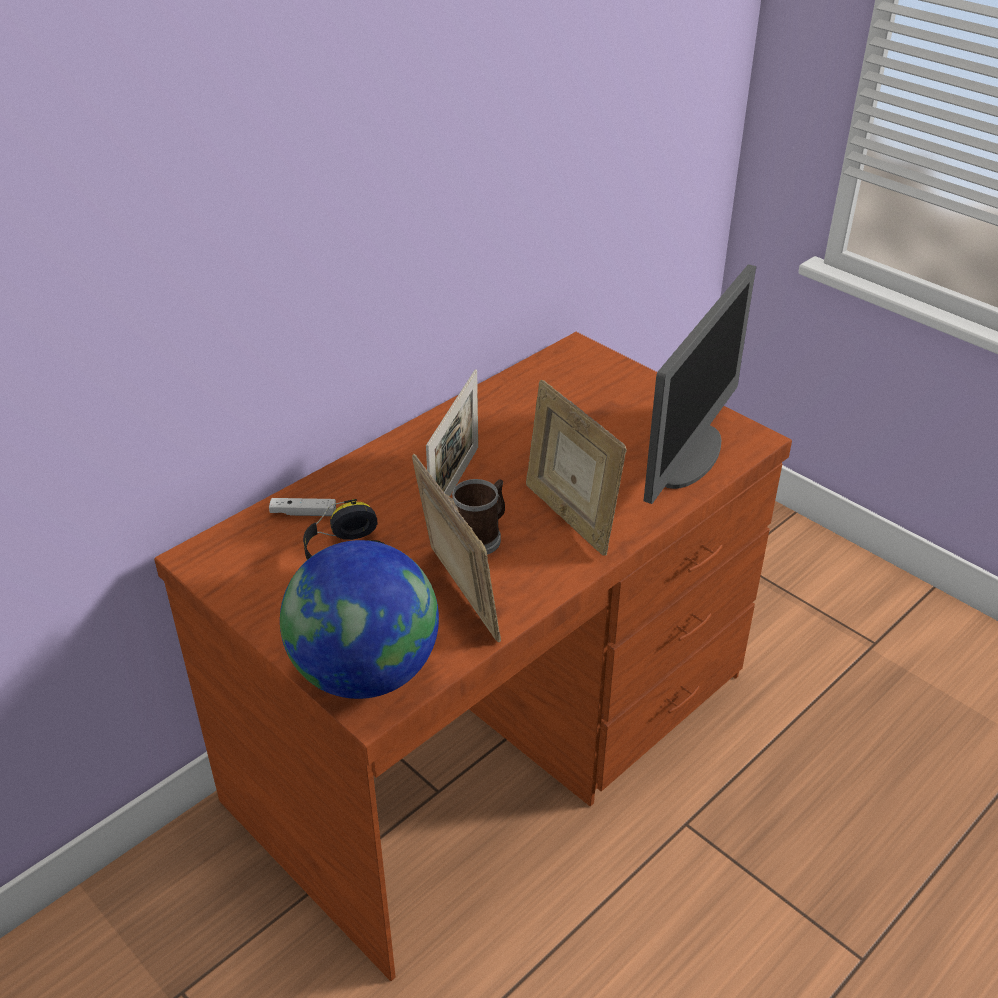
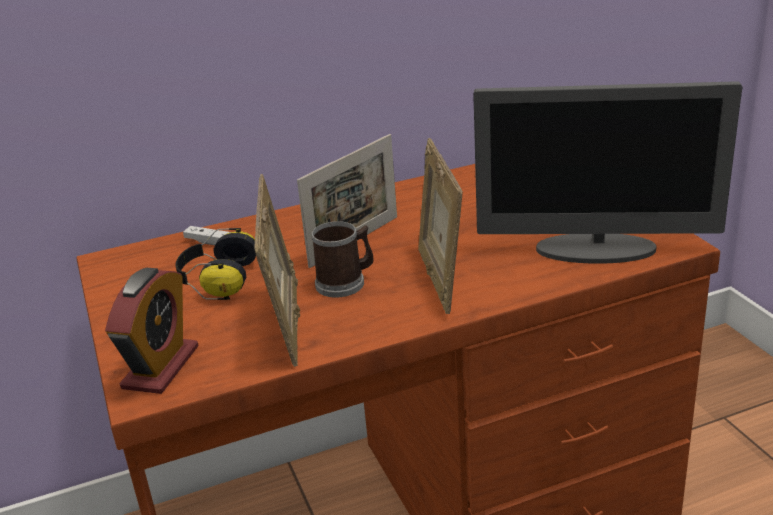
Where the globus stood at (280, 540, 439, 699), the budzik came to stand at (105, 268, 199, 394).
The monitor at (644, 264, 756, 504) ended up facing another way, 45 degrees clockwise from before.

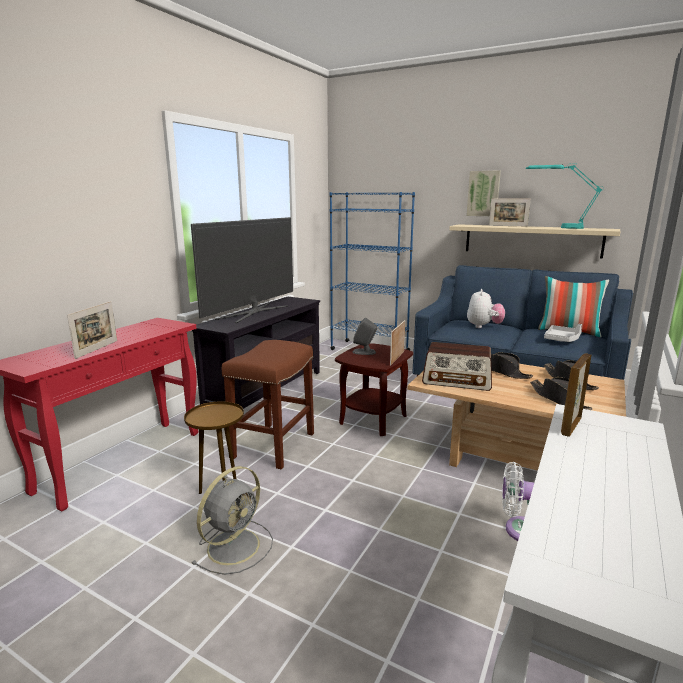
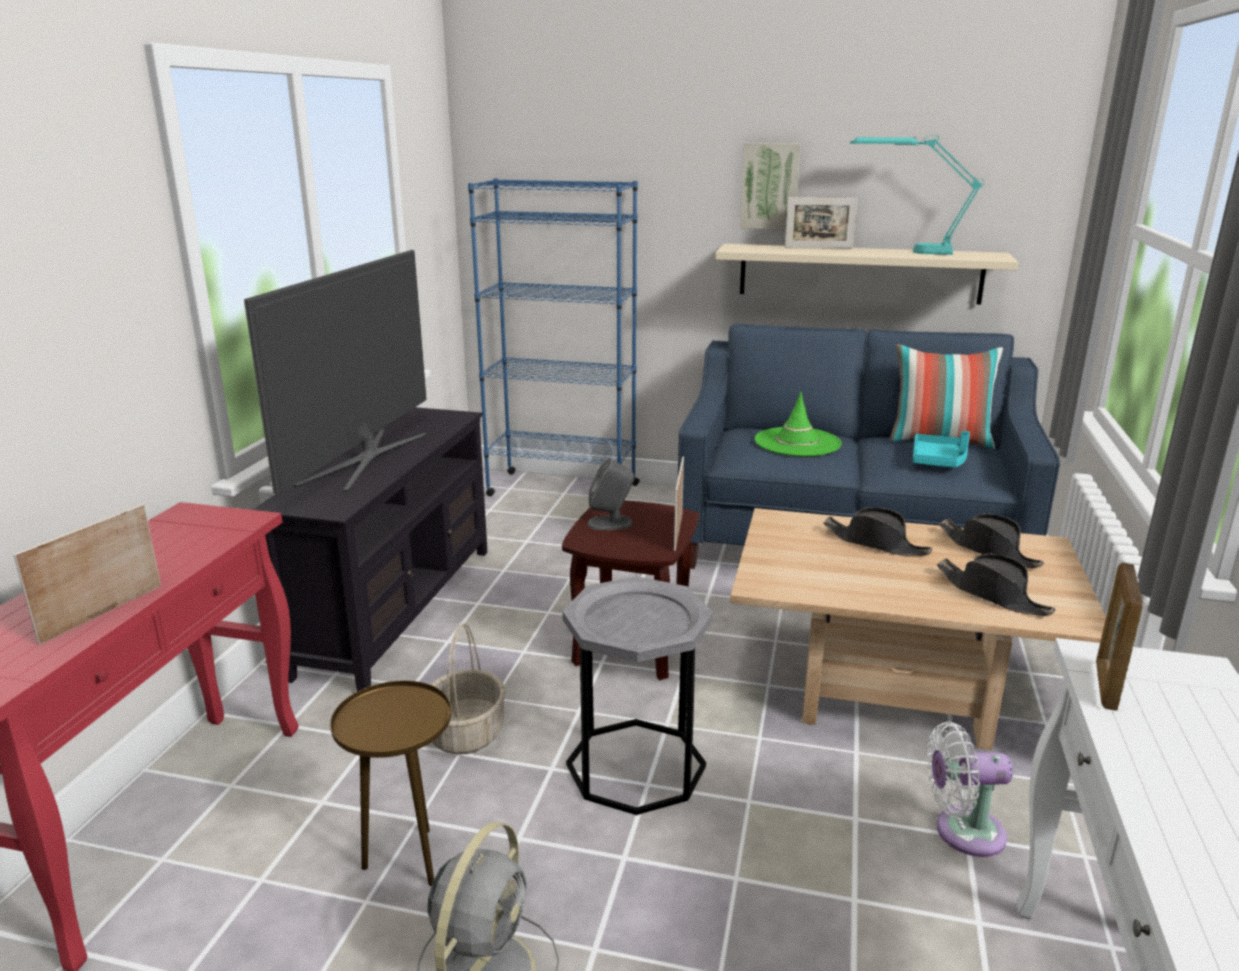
The ramka na zdjęcie at (67, 301, 117, 359) ended up facing another way, 150 degrees counterclockwise from before.
Where the stołek/brązowy stood at (222, 340, 314, 469), the koszyk came to stand at (430, 623, 505, 755).
The second view gained the stolik/szary at (562, 576, 713, 815).
Where the pluszak stood at (467, 289, 505, 328), the kapelusz/zielony came to stand at (755, 392, 841, 456).
What was the taca/szary at (544, 324, 582, 342) turned into the taca/turkusowy at (913, 431, 970, 467).
The second view lost the radio at (422, 342, 492, 391).

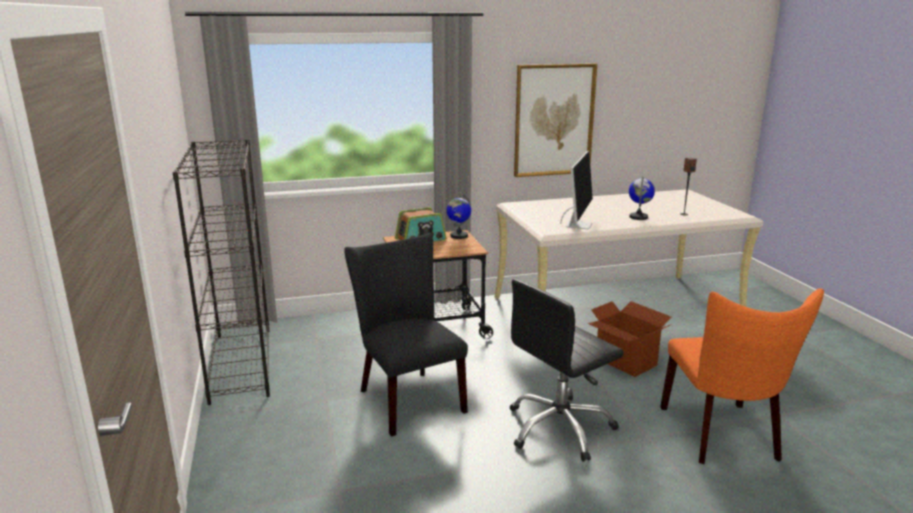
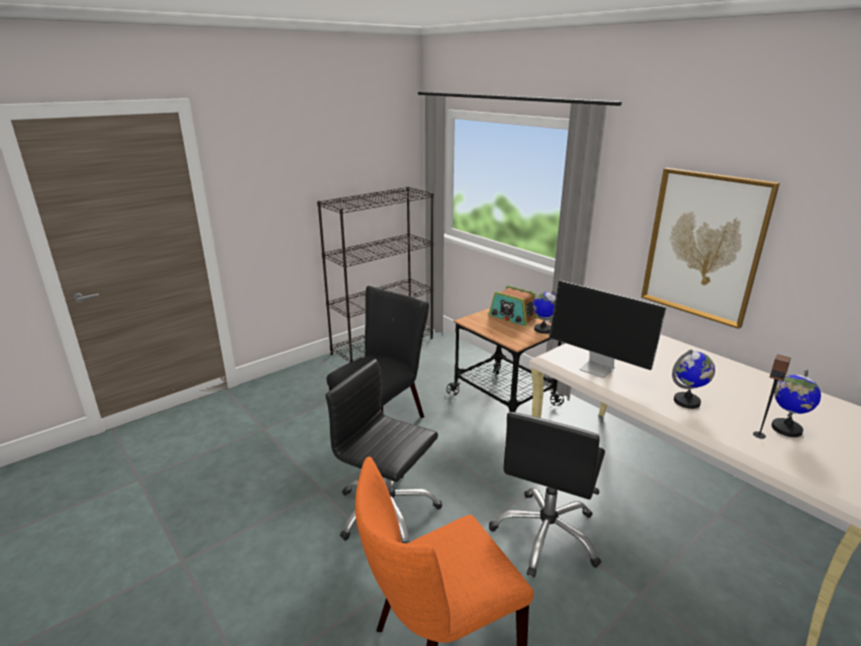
Where the karton stood at (588, 301, 672, 377), the krzesło biurowe/czarny came to stand at (489, 412, 605, 577).
The monitor at (560, 151, 593, 229) ended up facing another way, 45 degrees clockwise from before.
The second view gained the globus at (771, 370, 821, 437).

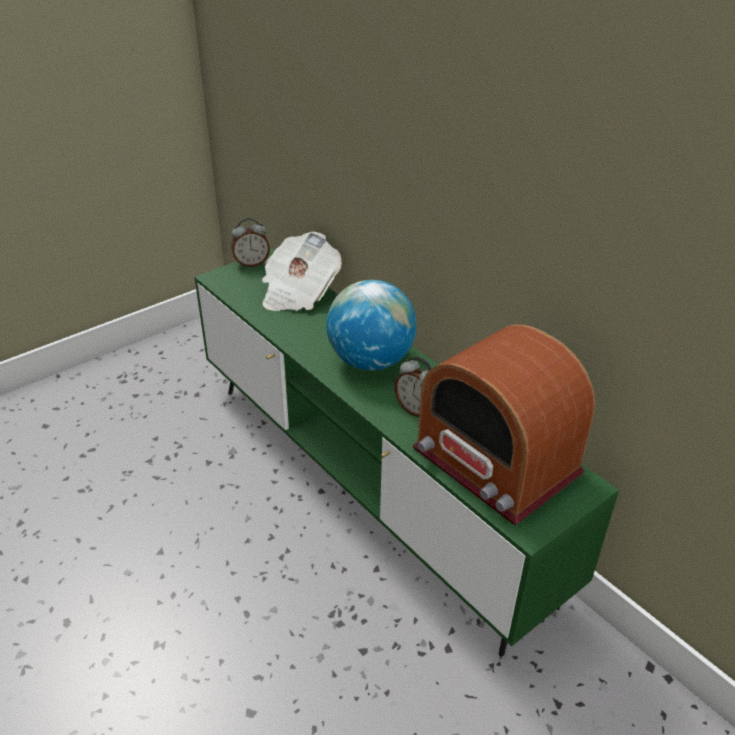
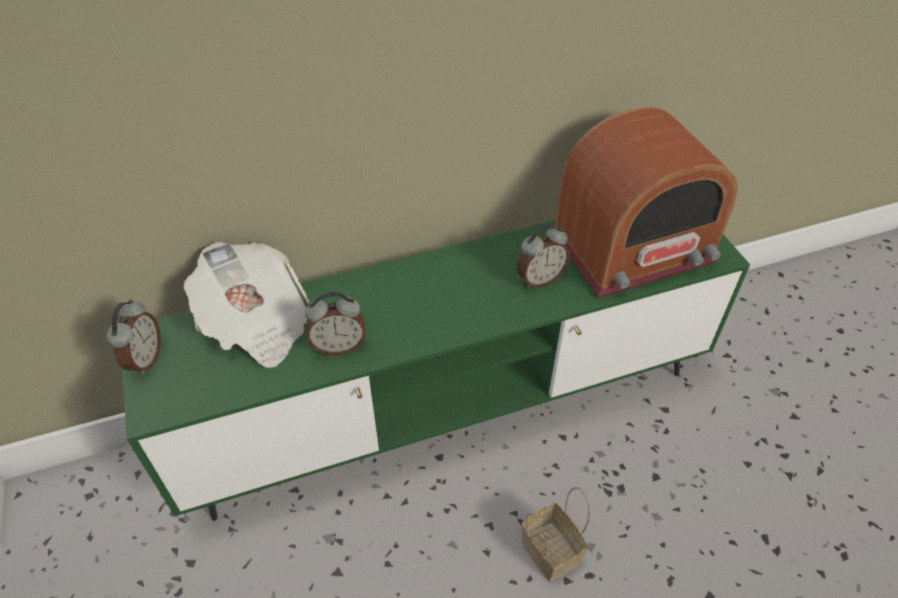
The second view gained the budzik at (305, 292, 366, 355).
The second view gained the koszyk at (521, 487, 590, 582).
The second view lost the globus at (326, 280, 417, 371).

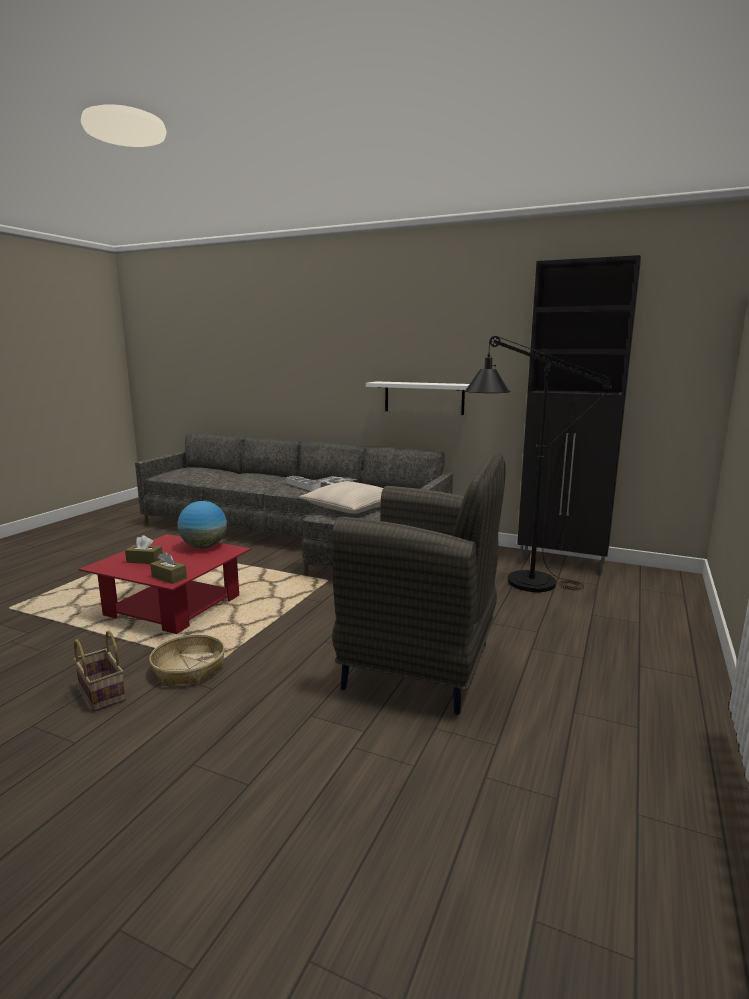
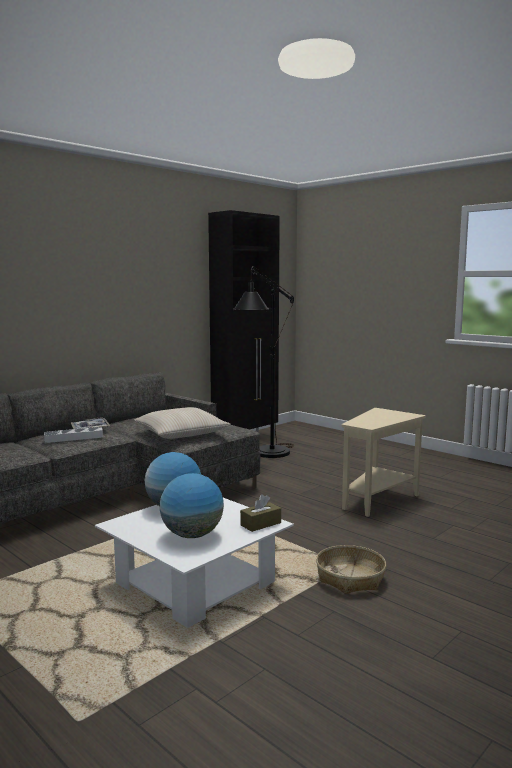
What was the ława/czerwony at (79, 534, 251, 634) turned into the ława/biały at (95, 498, 294, 628).
Where the pudełko chusteczek/brązowy stood at (125, 535, 162, 564), the globus came to stand at (160, 473, 224, 538).
Where the fotel/szary stood at (332, 453, 505, 715), the stolik/beżowy came to stand at (342, 408, 426, 517).
The second view lost the koszyk at (74, 630, 126, 712).
The second view lost the półka/biały at (366, 381, 469, 415).

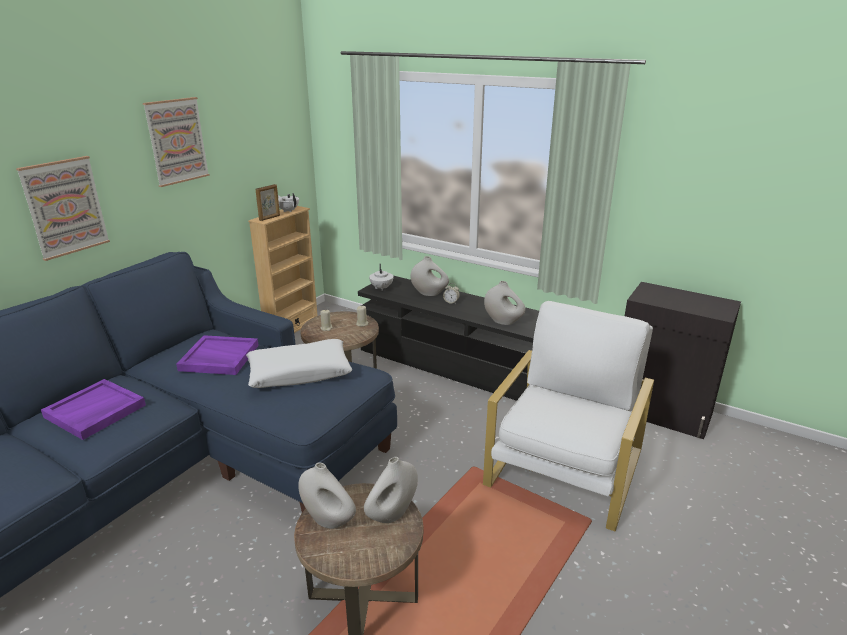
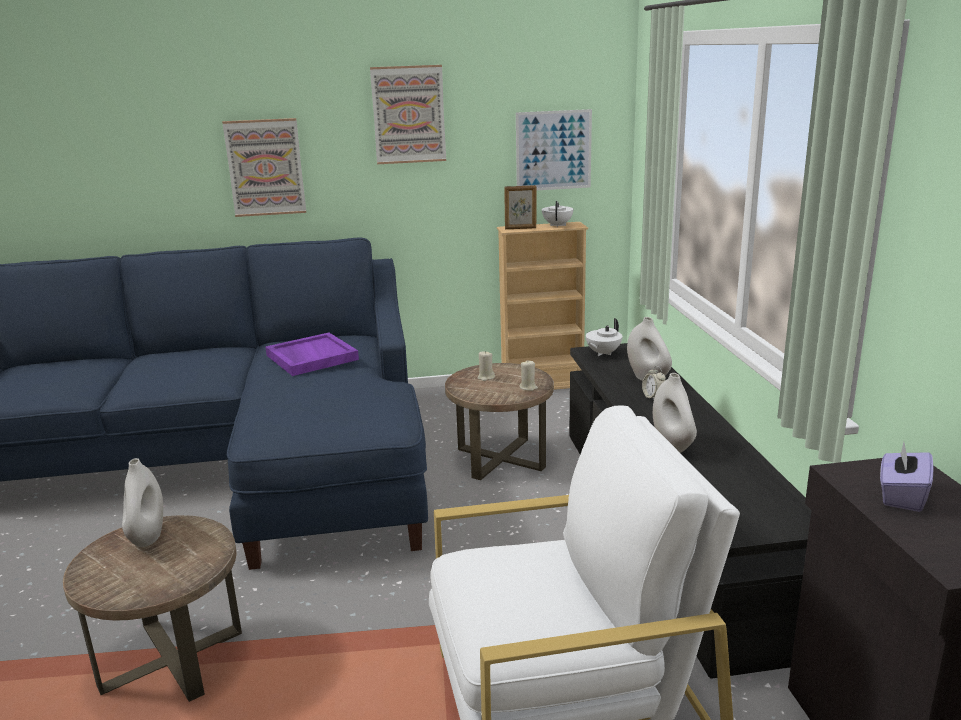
The second view gained the obraz at (516, 109, 592, 191).
The second view gained the pudełko chusteczek/fioletowy at (880, 442, 933, 512).
The second view lost the taca/fioletowy at (41, 379, 146, 440).
The second view lost the poduszka/biały at (246, 339, 352, 388).
The second view lost the wazon/biały at (364, 457, 418, 523).

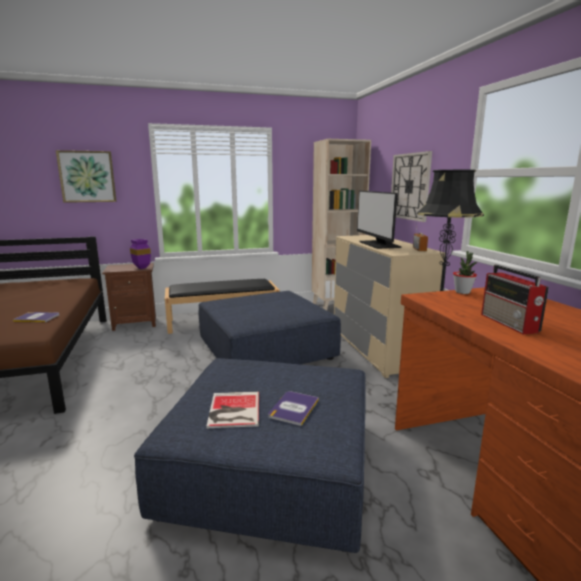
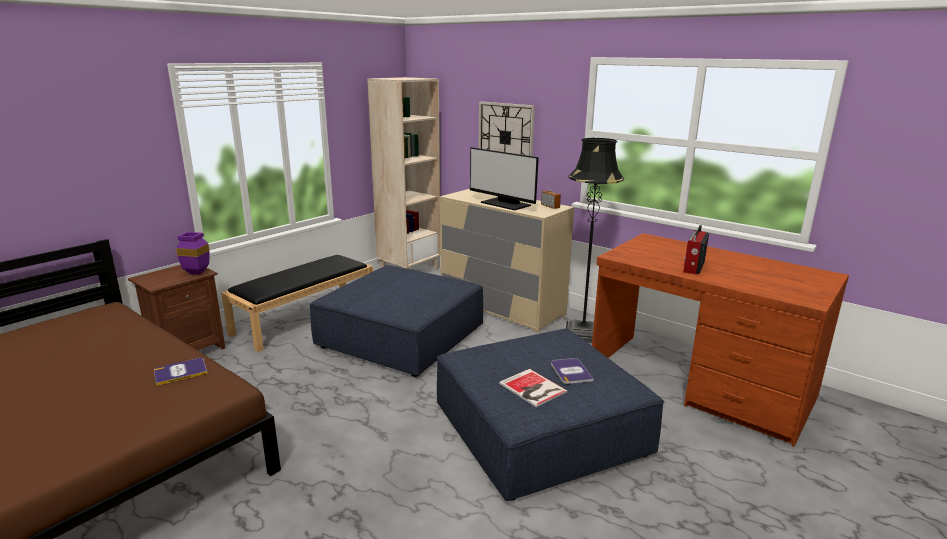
The radio at (481, 265, 549, 334) ended up facing another way, 75 degrees clockwise from before.
The second view lost the obraz at (56, 150, 117, 203).
The second view lost the roślina doniczkowa at (453, 251, 477, 294).

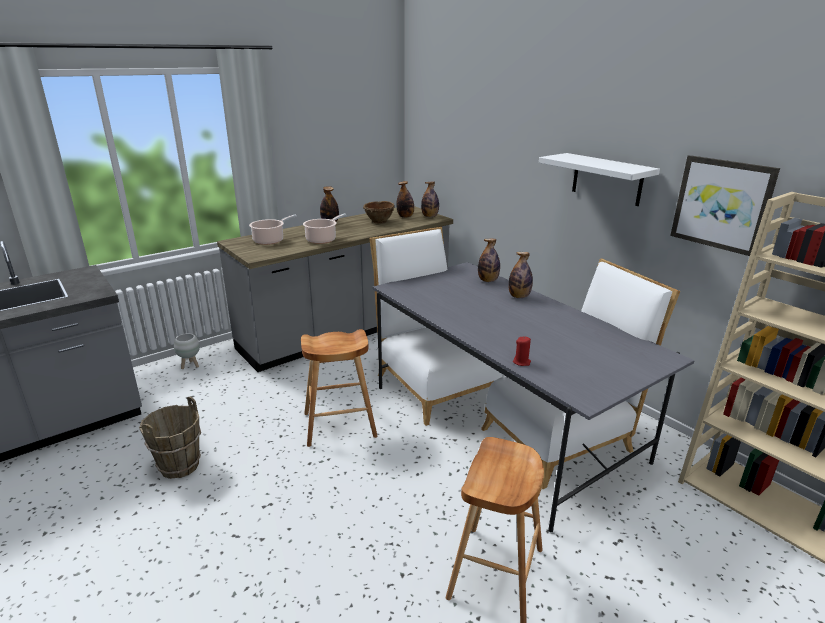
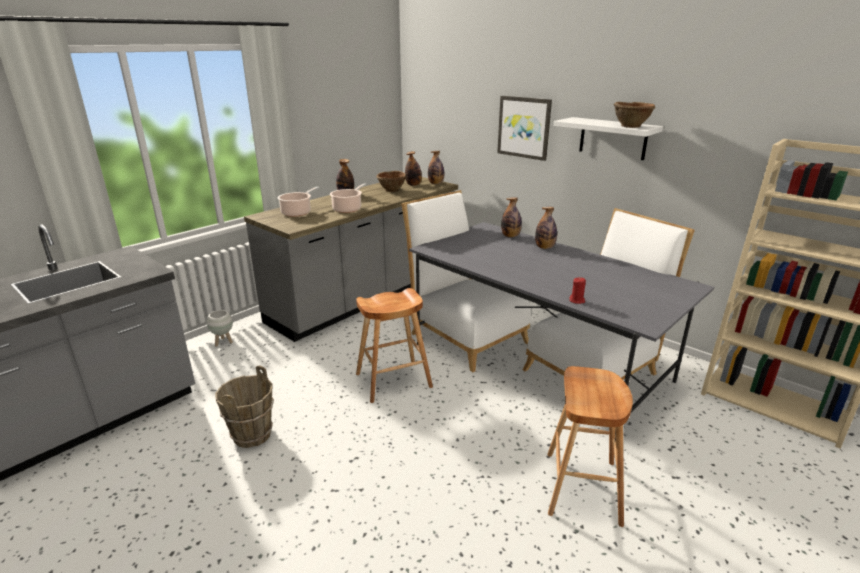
The obraz ended up elsewhere, having gone from (670, 155, 780, 256) to (497, 96, 552, 161).
The second view gained the miska/brązowy at (614, 102, 655, 128).

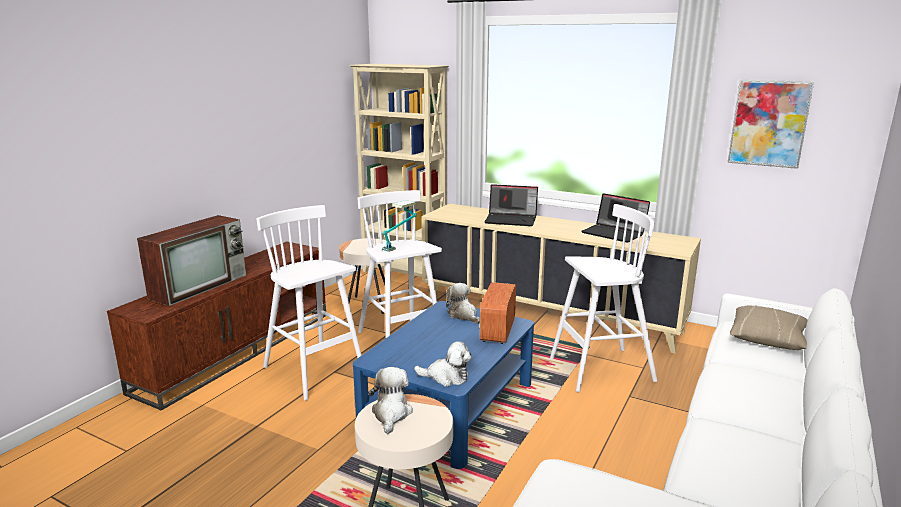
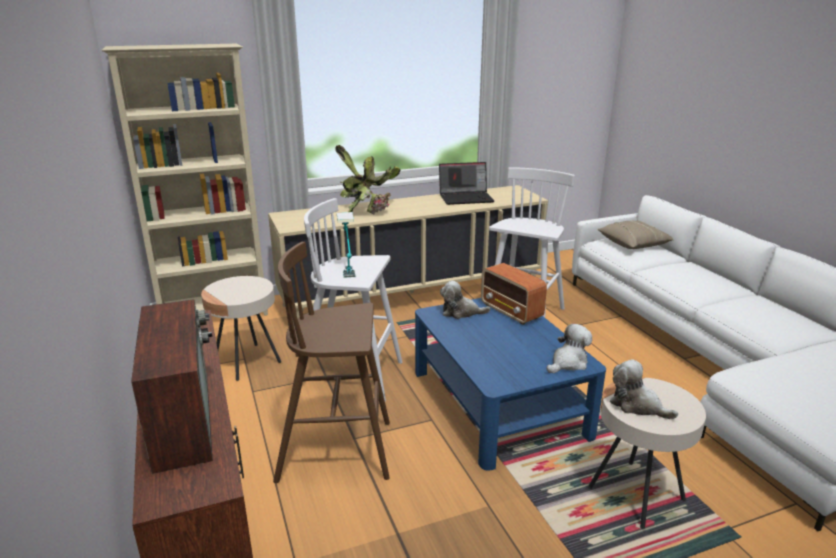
What was the stołek/biały at (257, 205, 362, 401) turned into the stołek/brązowy at (273, 242, 390, 483).
Where the laptop stood at (484, 184, 538, 226), the roślina doniczkowa came to stand at (335, 145, 401, 214).
The second view lost the obraz at (728, 80, 814, 169).

